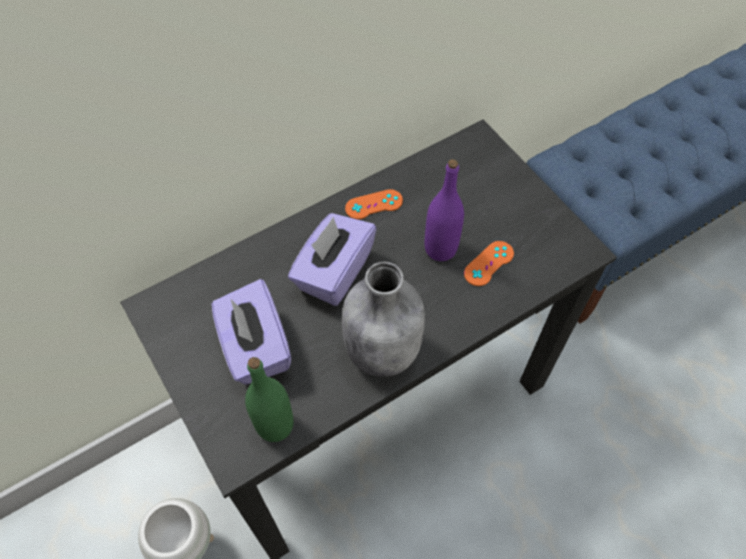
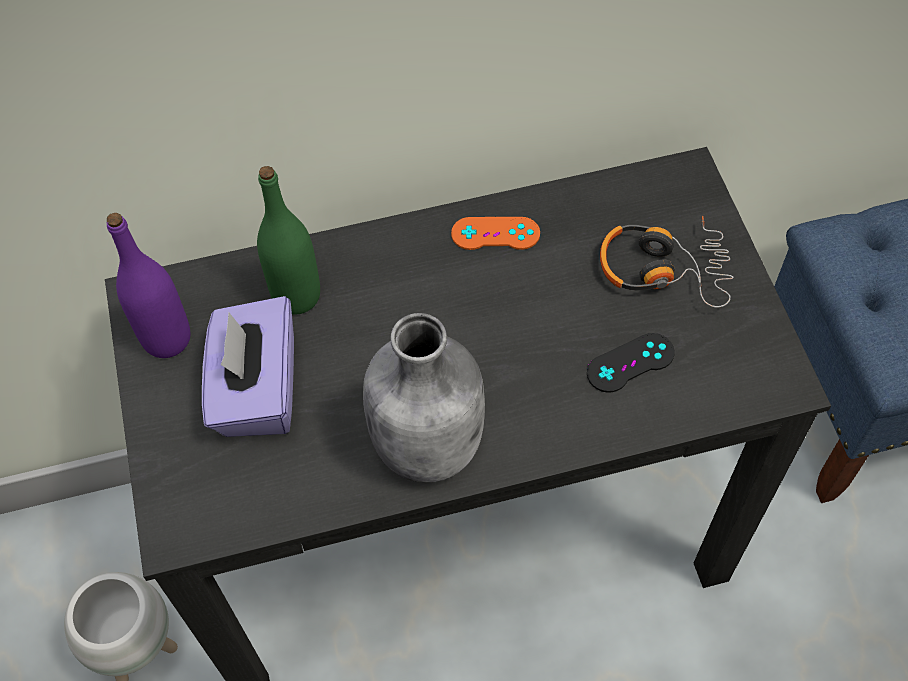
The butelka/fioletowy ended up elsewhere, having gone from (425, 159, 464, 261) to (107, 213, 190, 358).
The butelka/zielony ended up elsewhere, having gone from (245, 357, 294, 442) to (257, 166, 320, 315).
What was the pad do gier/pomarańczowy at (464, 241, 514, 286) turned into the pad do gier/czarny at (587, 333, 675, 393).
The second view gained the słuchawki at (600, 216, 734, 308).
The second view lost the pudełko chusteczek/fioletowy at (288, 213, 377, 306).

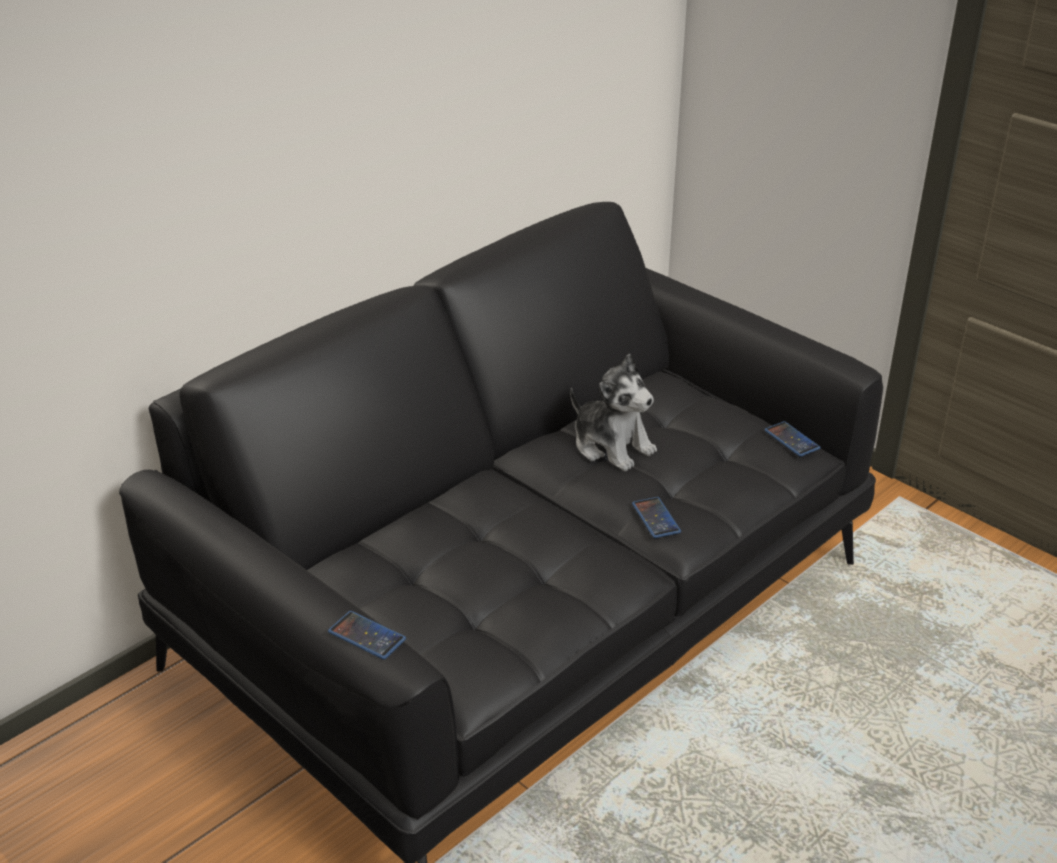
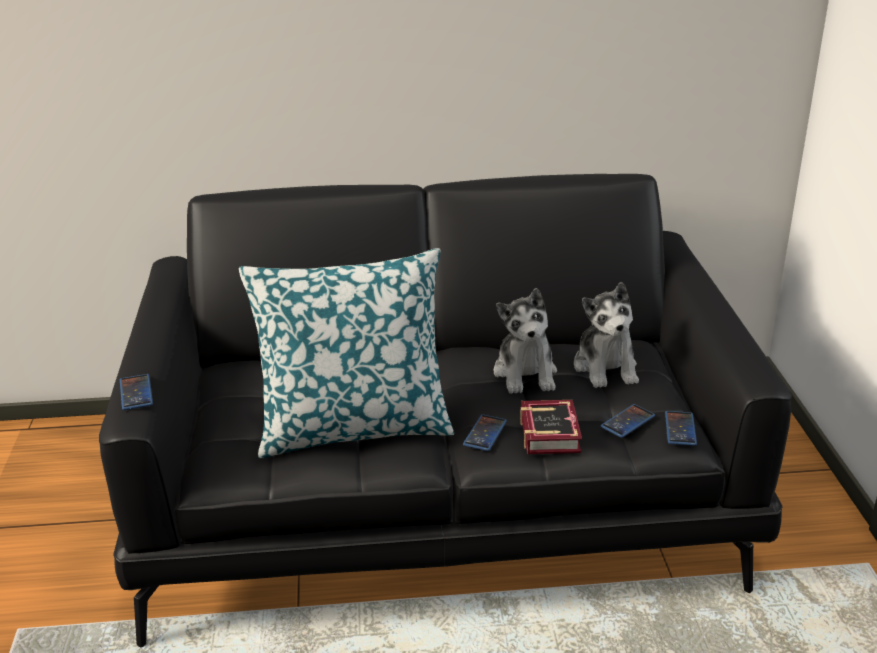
The second view gained the poduszka at (239, 248, 454, 458).
The second view gained the książka at (520, 400, 582, 454).
The second view gained the pluszak at (574, 282, 639, 388).
The second view gained the telefon at (601, 404, 655, 438).

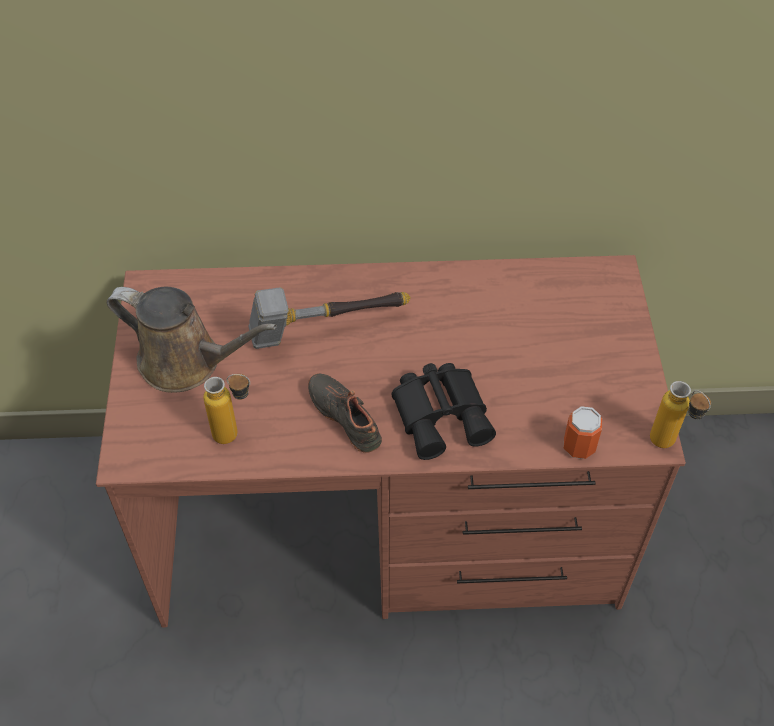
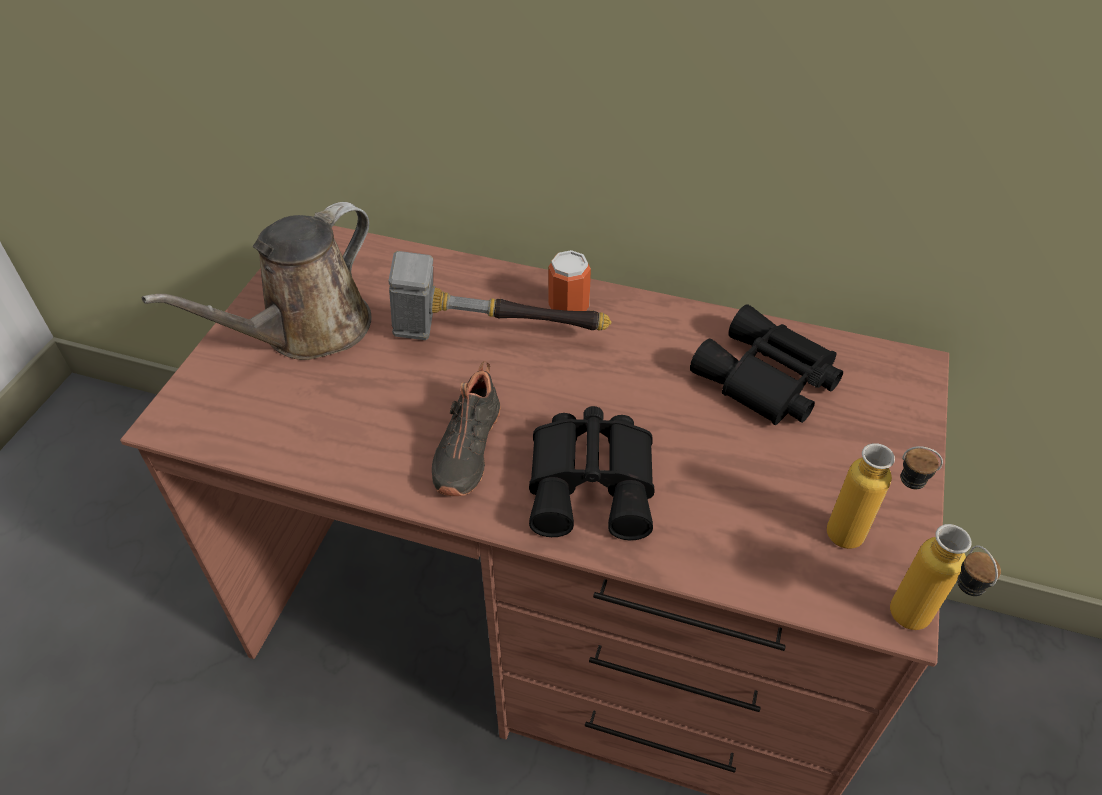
The konewka/brązowy at (107, 287, 277, 393) ended up facing another way, 90 degrees clockwise from before.
The but/czarny at (308, 373, 382, 453) ended up facing another way, 150 degrees counterclockwise from before.
The puszka ended up elsewhere, having gone from (564, 406, 602, 459) to (548, 250, 591, 311).
The second view gained the lornetka/czarny at (690, 304, 843, 425).
The butelka ended up elsewhere, having gone from (204, 374, 250, 444) to (827, 443, 943, 549).

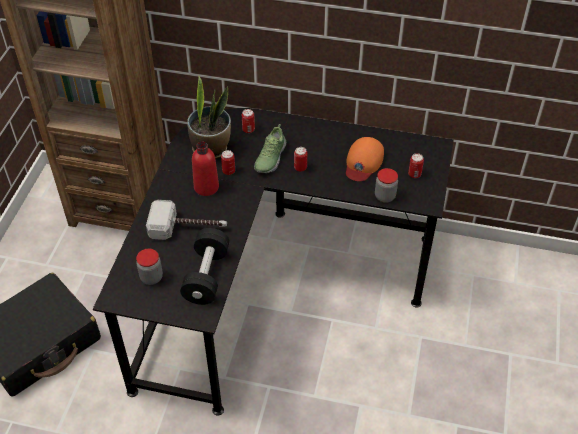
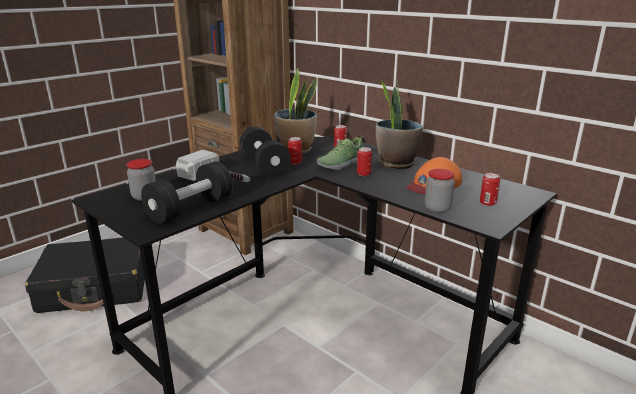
Where the butelka/czerwony stood at (192, 142, 219, 196), the hantel/czarny came to stand at (240, 127, 291, 176).
The second view gained the roślina doniczkowa at (376, 79, 423, 169).

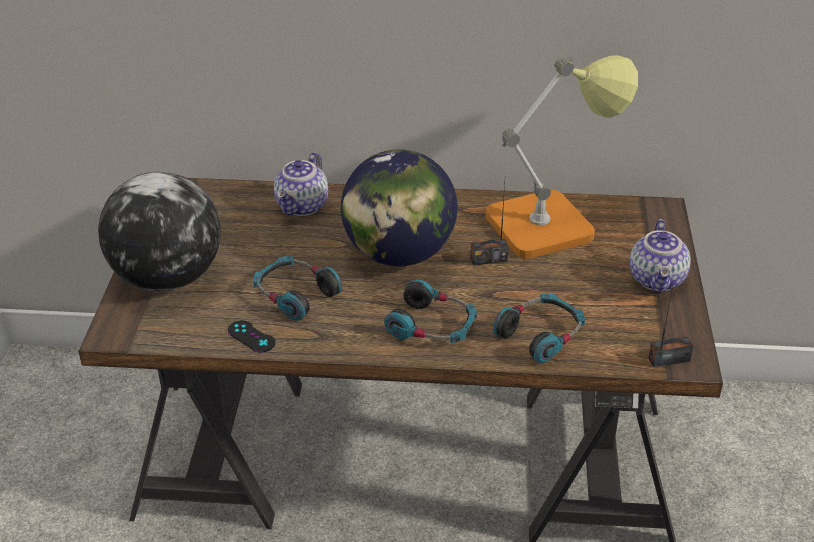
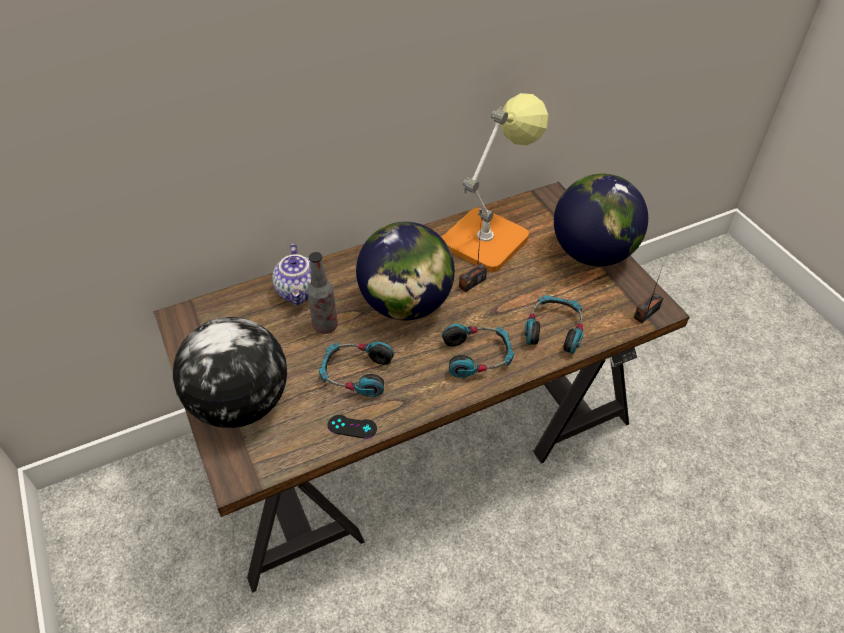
The second view gained the butelka at (307, 252, 338, 334).
Where the imbryk stood at (630, 219, 691, 293), the globus came to stand at (554, 173, 648, 266).

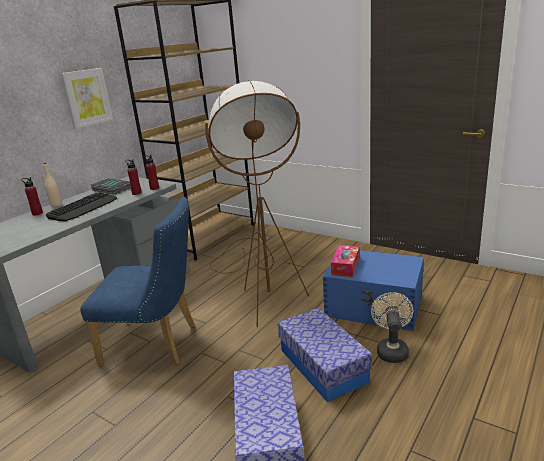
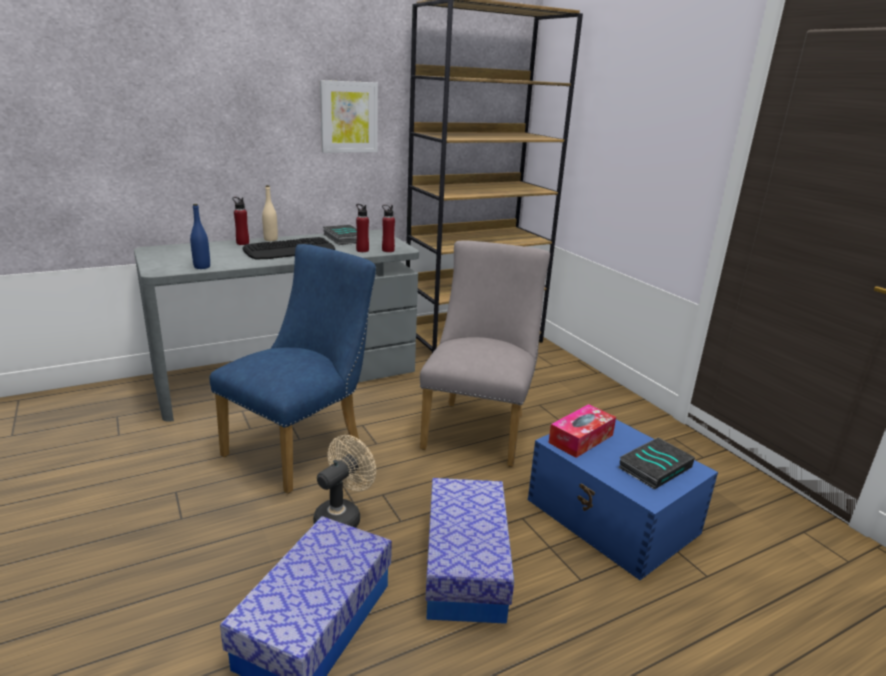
The second view gained the butelka/niebieski at (190, 204, 210, 269).
The krzesło/niebieski at (80, 197, 195, 367) ended up facing another way, 90 degrees counterclockwise from before.
The wentylator/beżowy ended up elsewhere, having gone from (371, 292, 413, 363) to (313, 435, 376, 528).
Where the lampa stojąca/brązowy stood at (205, 80, 309, 327), the krzesło/szary came to stand at (420, 240, 550, 467).
The second view gained the książka at (618, 437, 695, 490).

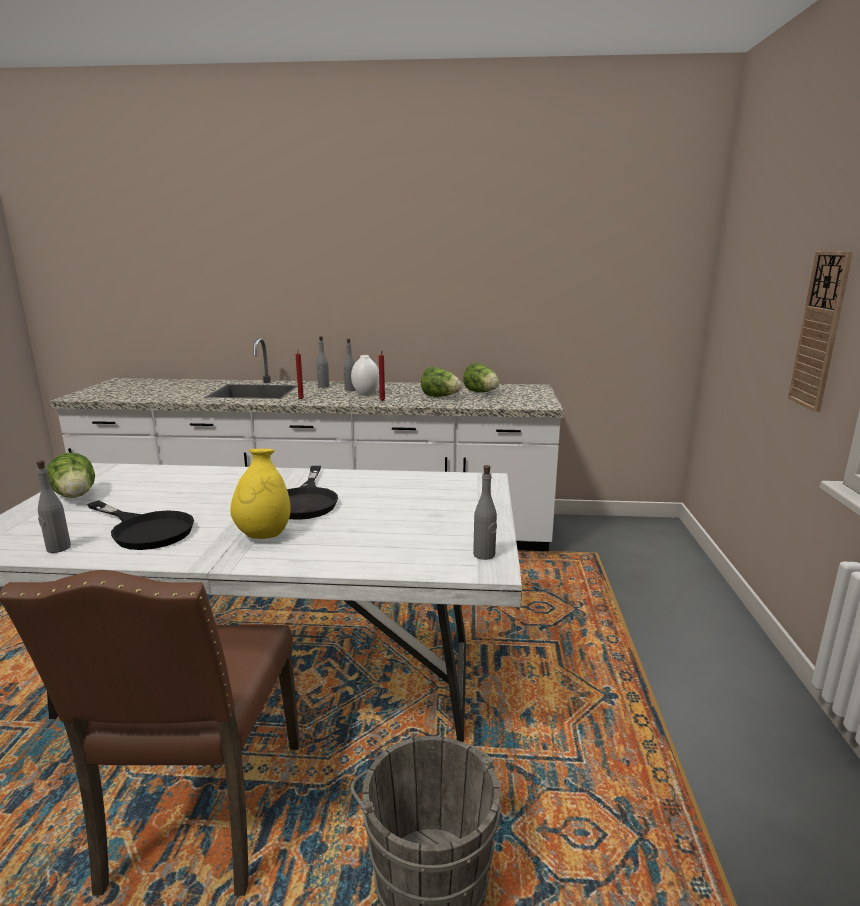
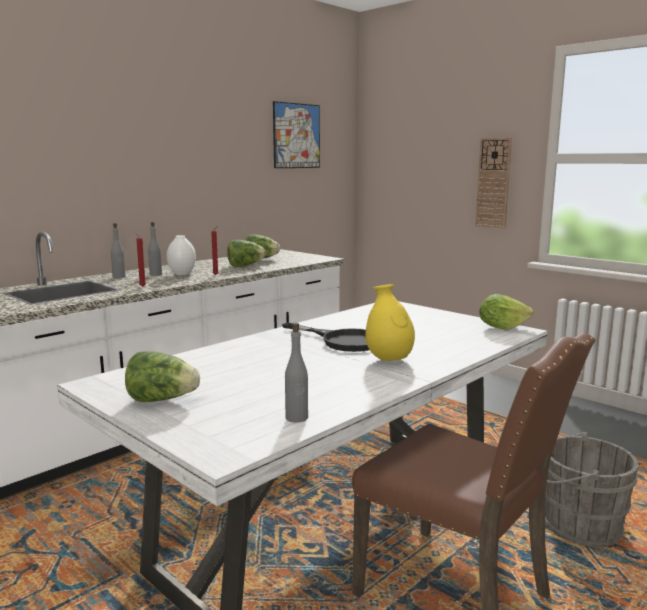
The second view gained the obraz at (273, 101, 320, 168).
Where the butelka/szary stood at (473, 465, 497, 560), the sałata came to stand at (479, 294, 533, 330).
The second view lost the patelnia/czarny at (87, 500, 194, 550).

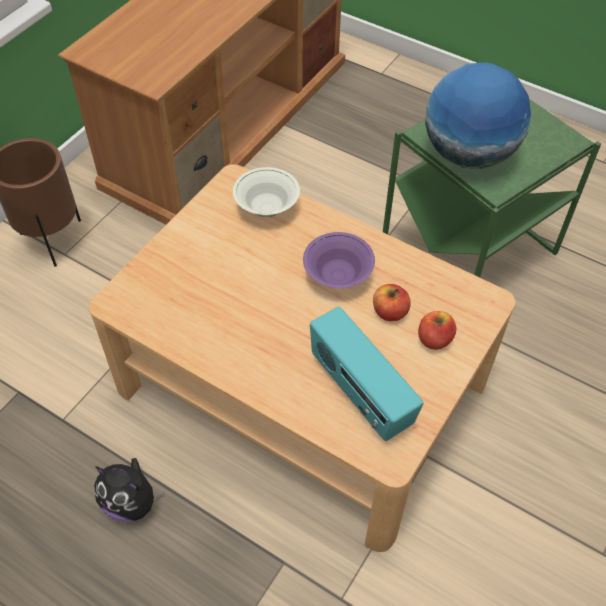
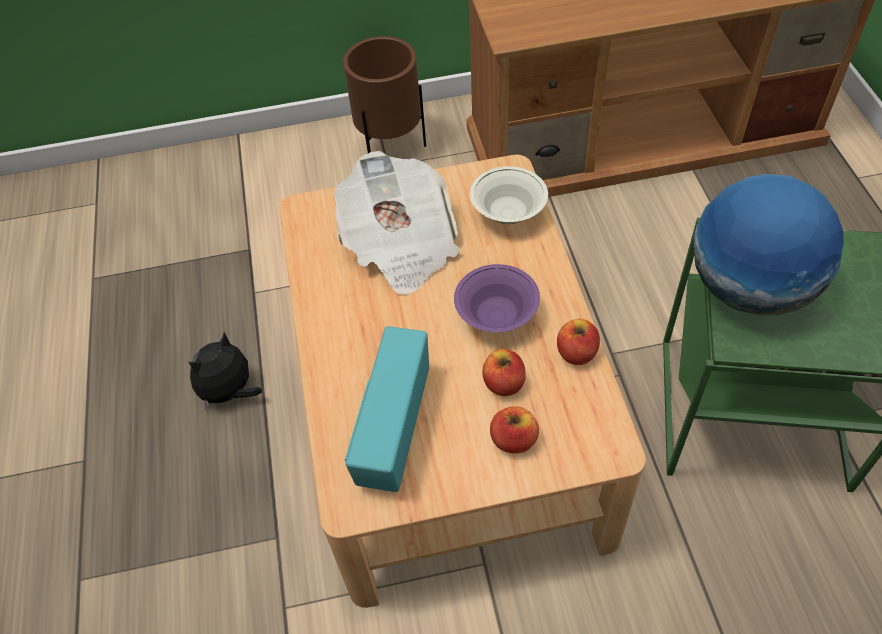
The pluszak at (94, 458, 165, 522) ended up facing another way, 60 degrees clockwise from before.
The second view gained the gazeta at (334, 151, 460, 295).
The second view gained the jabłko at (557, 319, 600, 365).

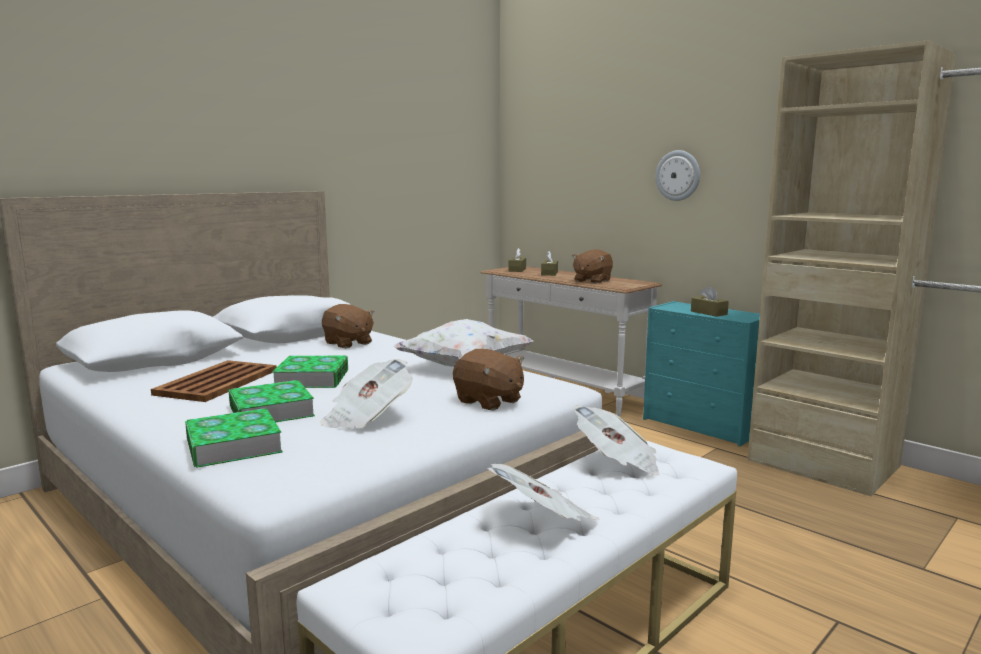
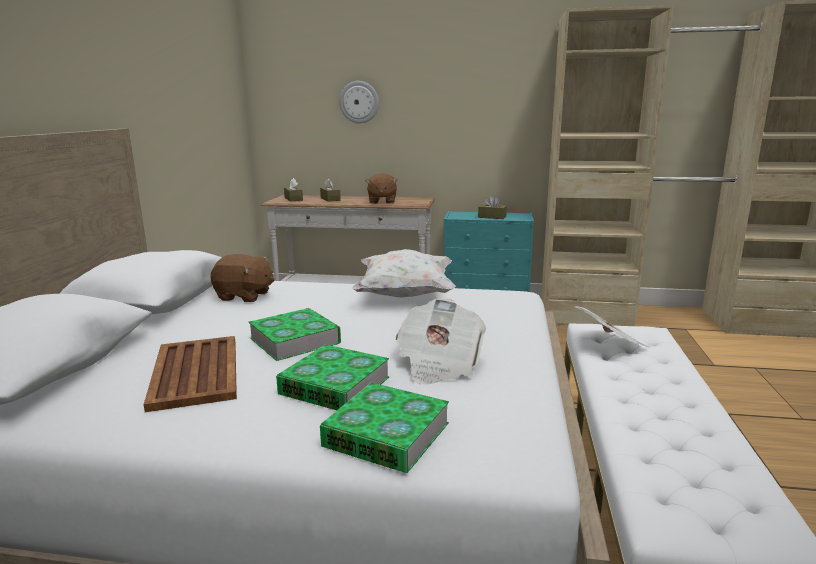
The zegar ścienny ended up elsewhere, having gone from (655, 150, 700, 201) to (339, 81, 379, 123).
The second view lost the pluszak/brązowy at (453, 349, 524, 410).
The second view lost the gazeta at (487, 464, 599, 521).

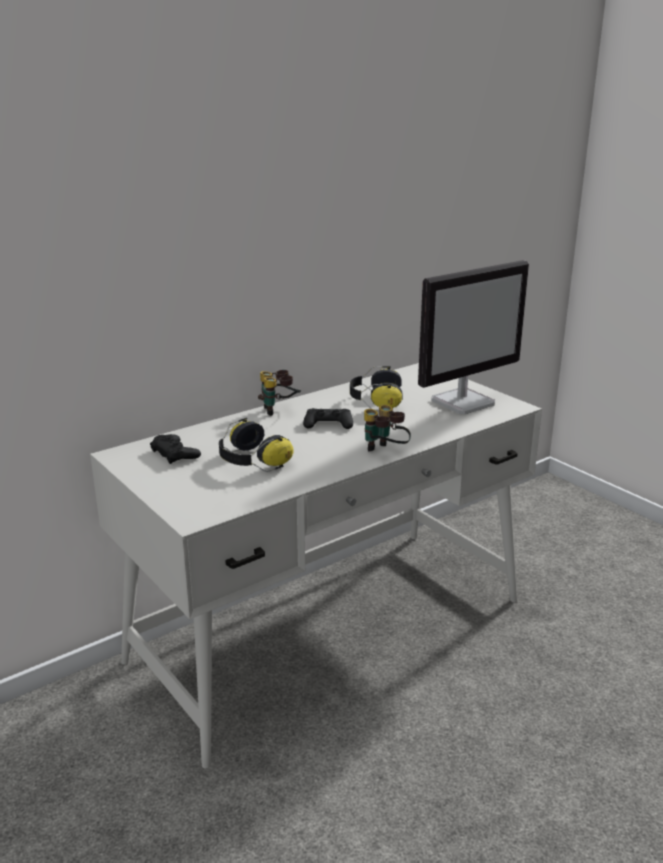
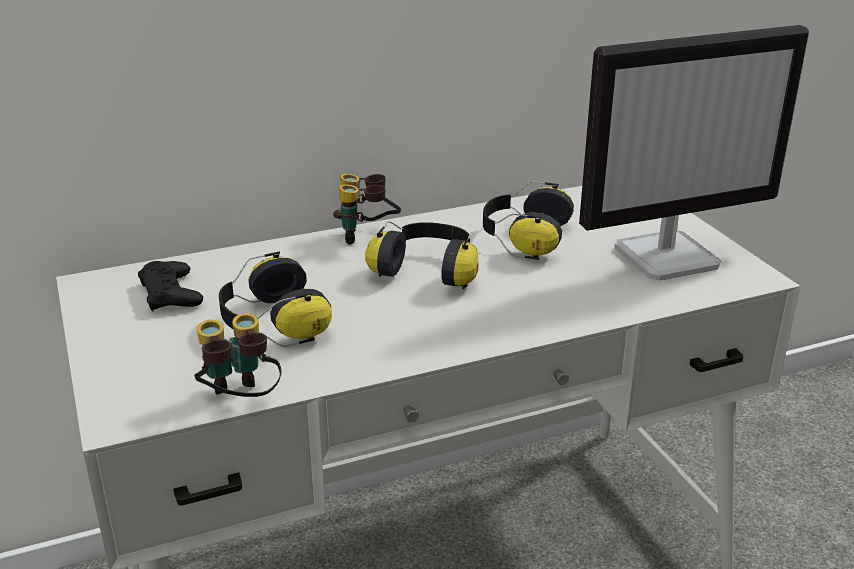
The lornetka ended up elsewhere, having gone from (364, 404, 411, 452) to (194, 313, 282, 397).
Where the pad do gier/czarny stood at (303, 408, 353, 429), the słuchawki came to stand at (365, 221, 479, 289).

